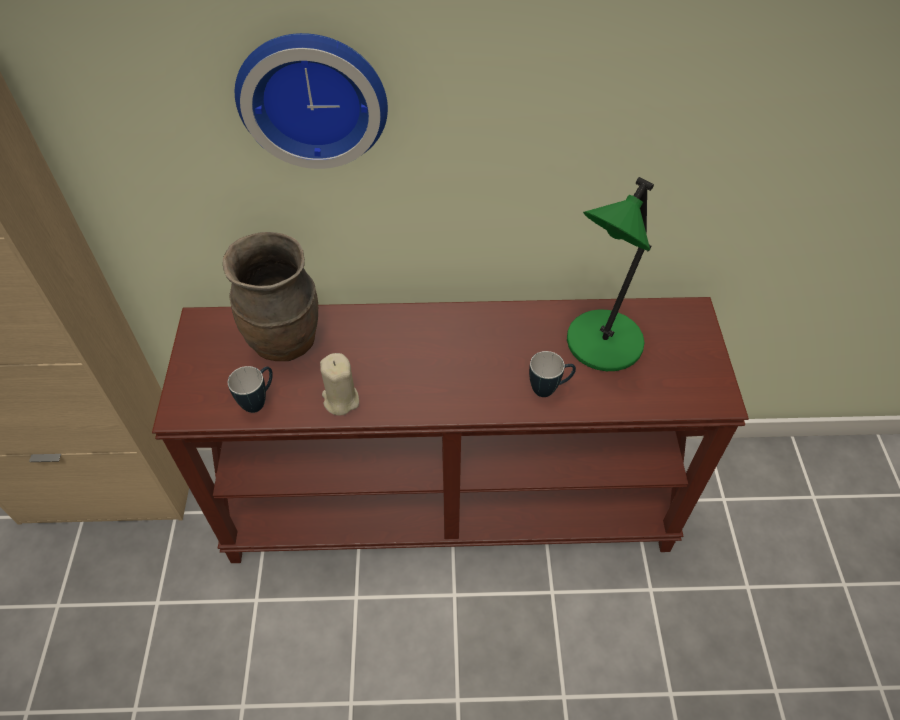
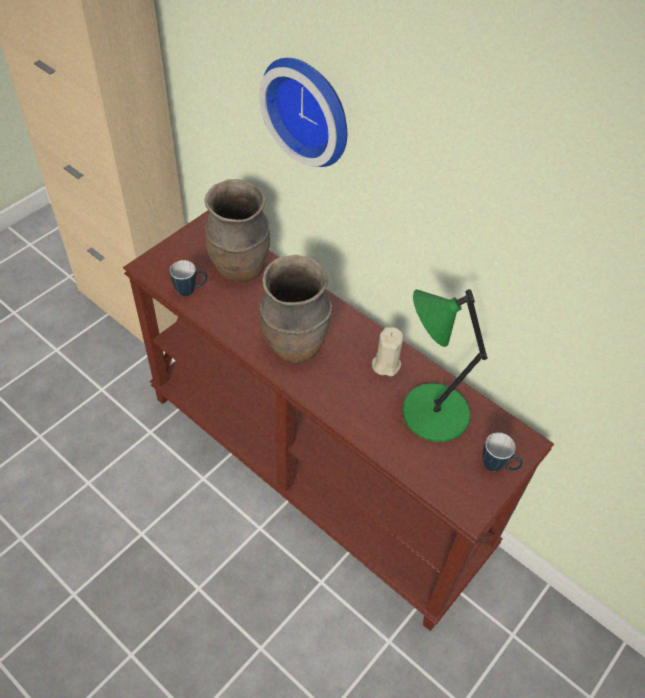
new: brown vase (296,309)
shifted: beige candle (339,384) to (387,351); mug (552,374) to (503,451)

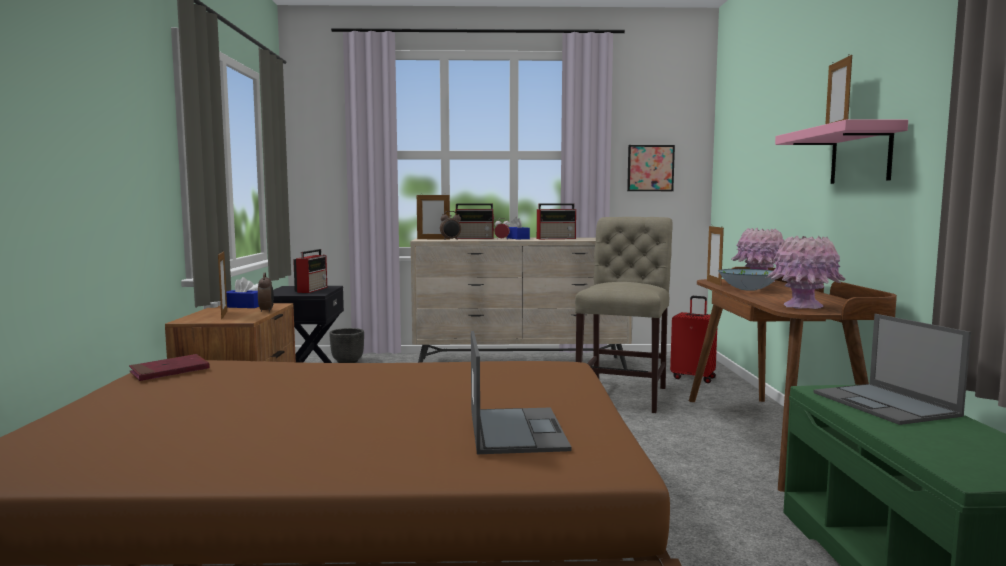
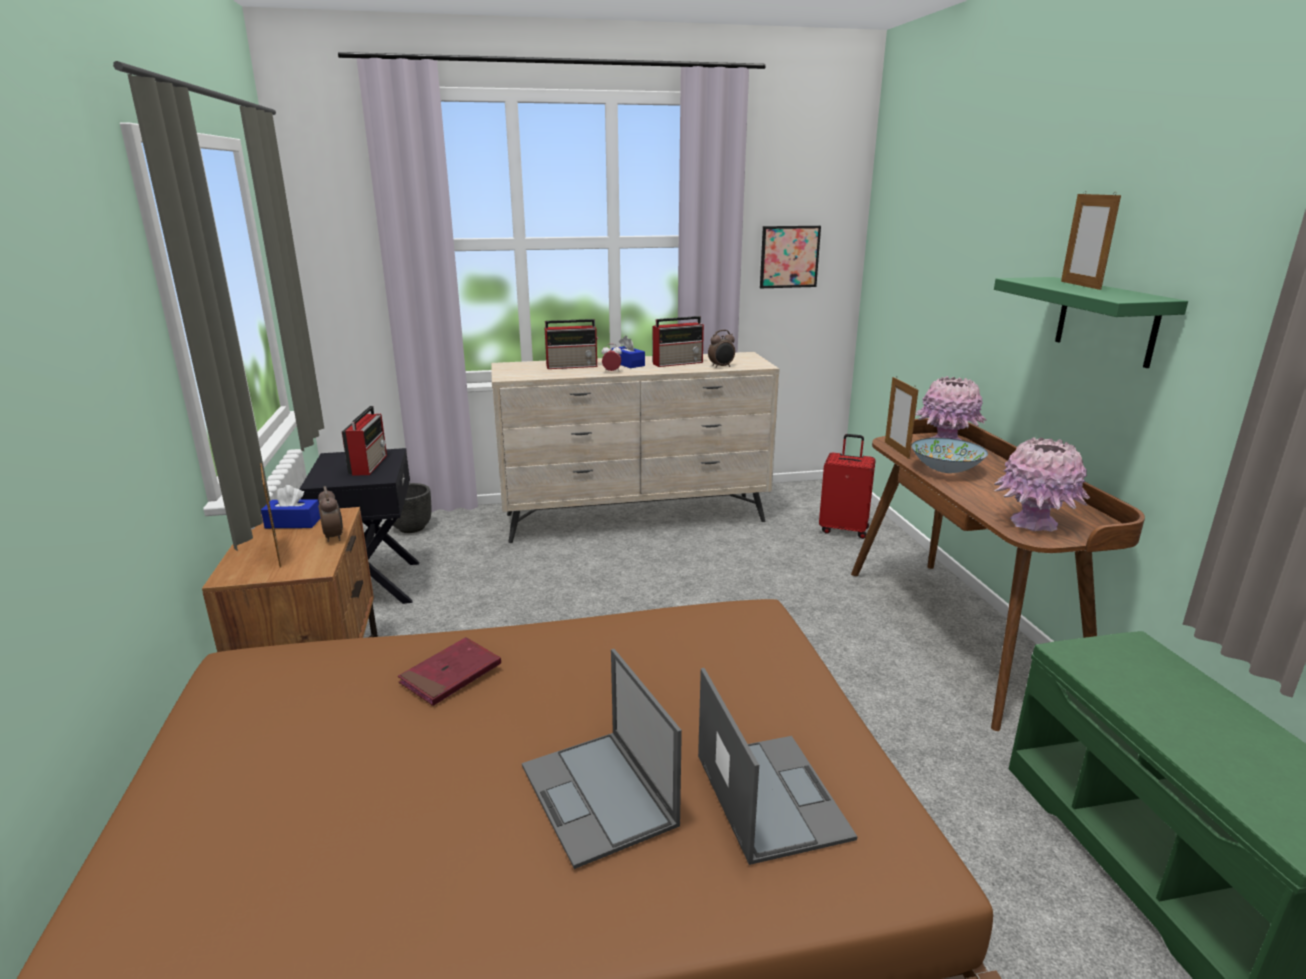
gone: picture frame (433,216); beige chair (624,315)
shifted: red book (169,367) to (449,671); laptop (892,369) to (602,759); alarm clock (450,225) to (721,349)
repainted: pink shelf (841,151) to green shelf (1091,322)

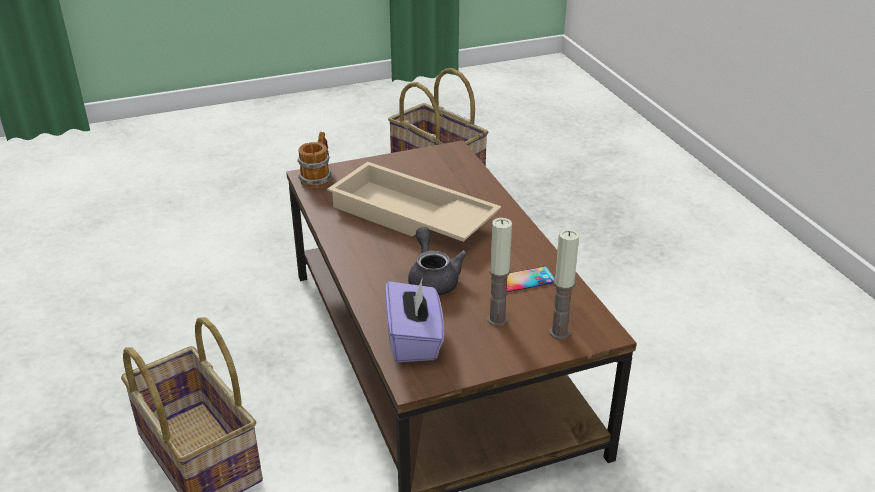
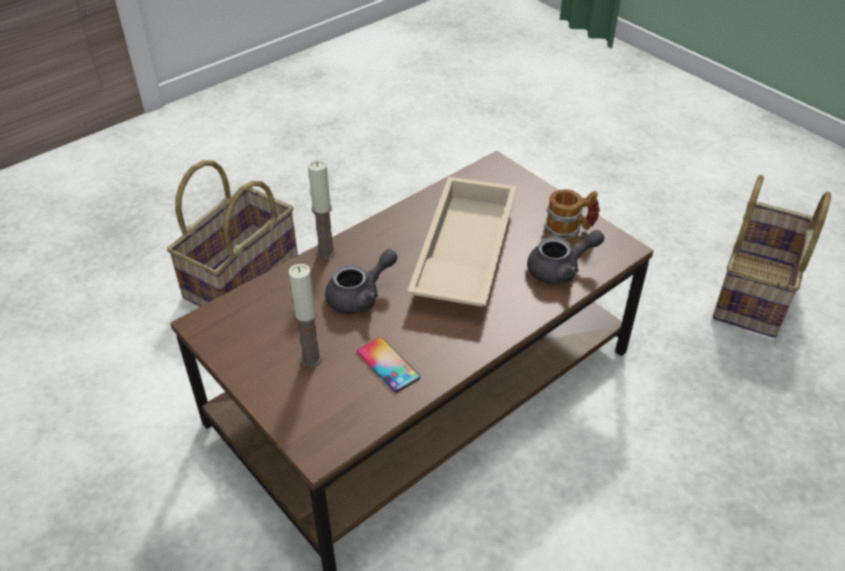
gone: purple tissue box (414,319)
new: grey teapot (565,257)
shifted: candle (564,284) to (322,209); mug (314,160) to (572,215)

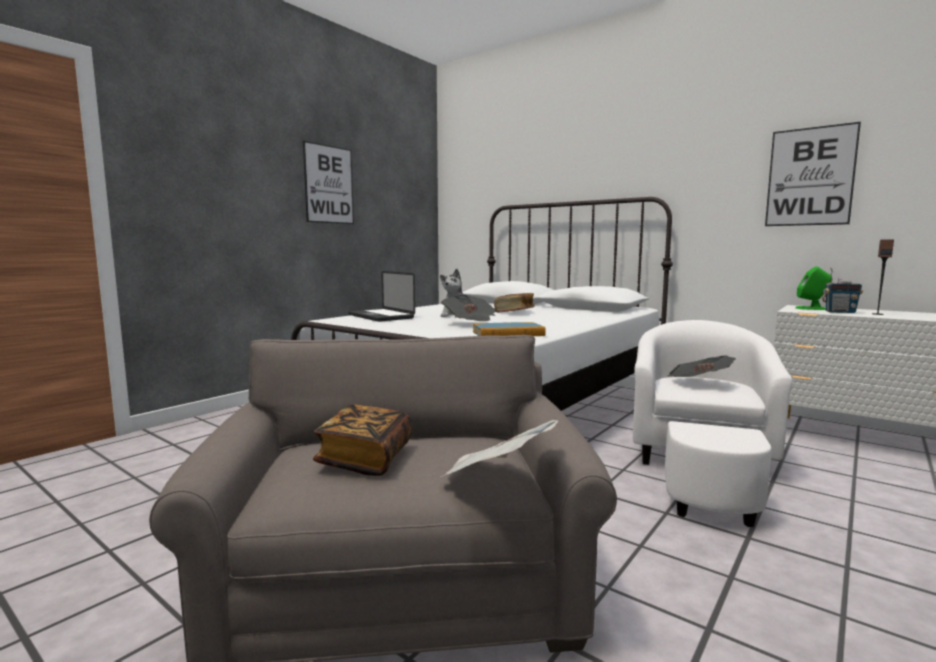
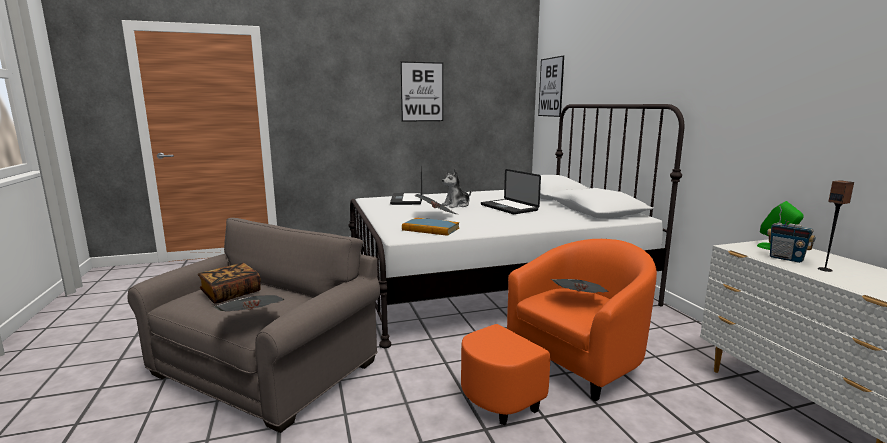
shifted: picture (813,174) to (551,86)
swapped: book (514,303) to laptop (511,191)
repainted: white armchair (713,423) to orange armchair (559,332)

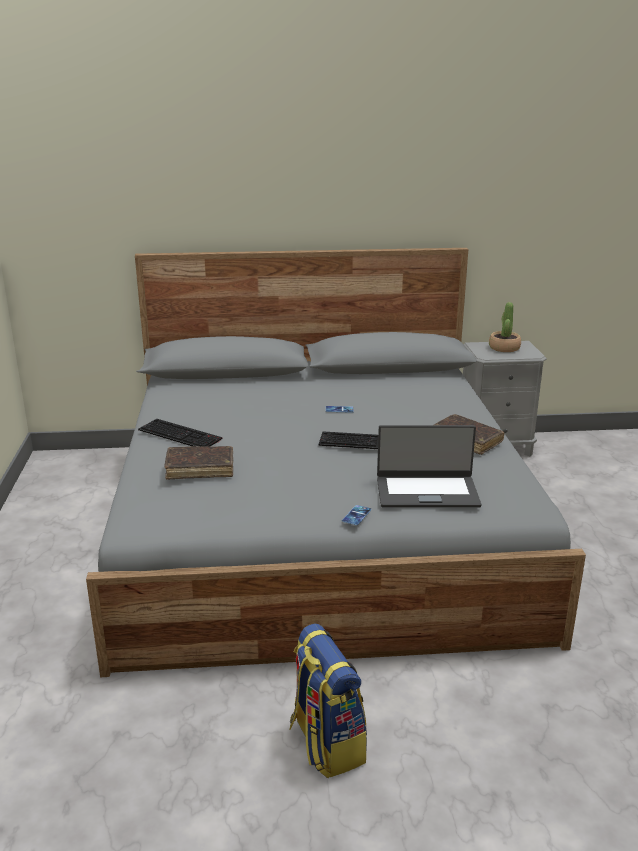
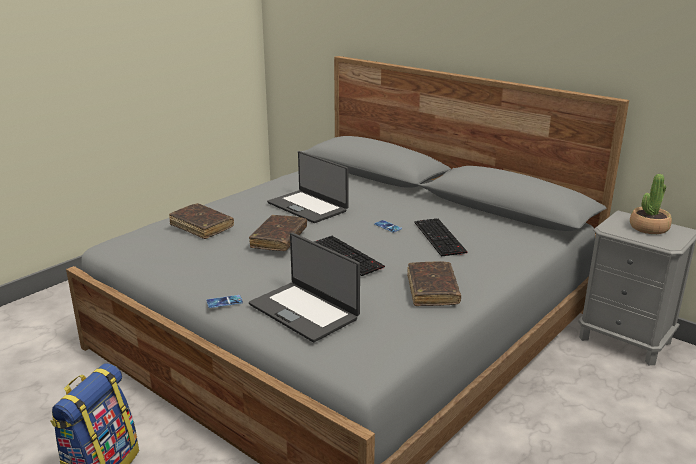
new: brown book (278,233); laptop (307,187)
shifted: keyboard (180,433) to (441,237)

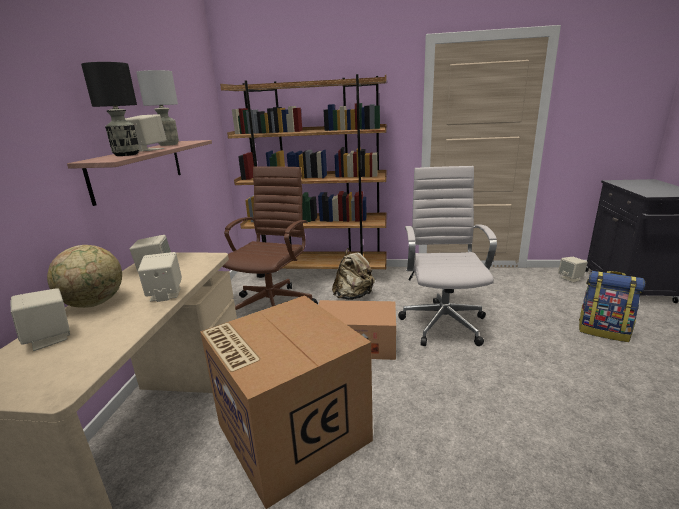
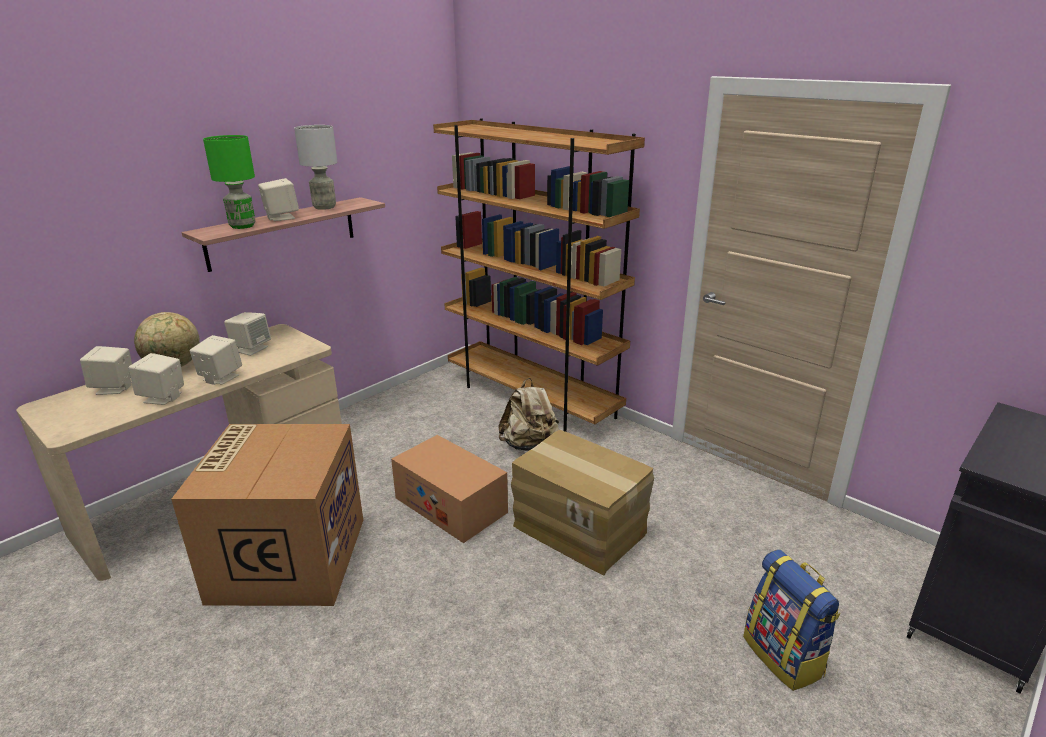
gone: brown office chair (270,238)
shifted: beige speaker (573,270) to (156,379)
swapped: white office chair (447,256) to cardboard box (582,502)
repainted: black table lamp (110,109) to green table lamp (229,182)

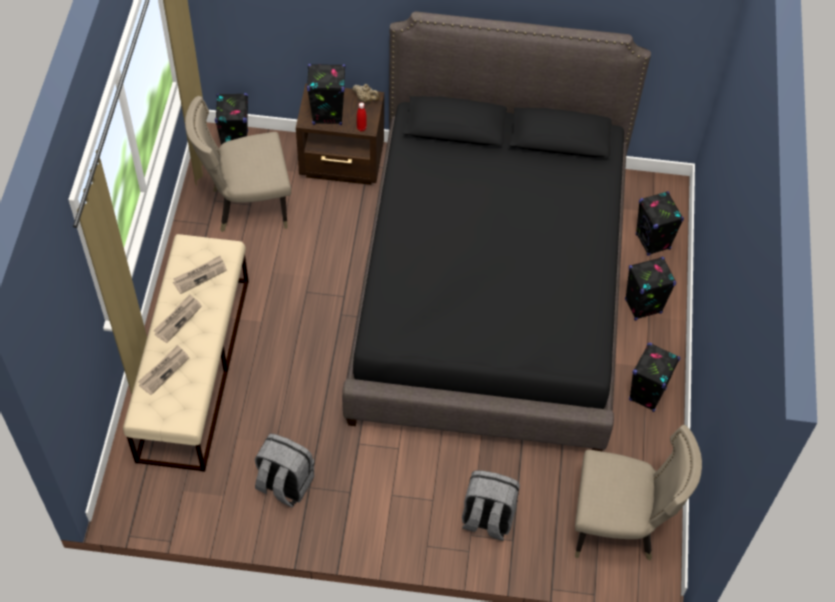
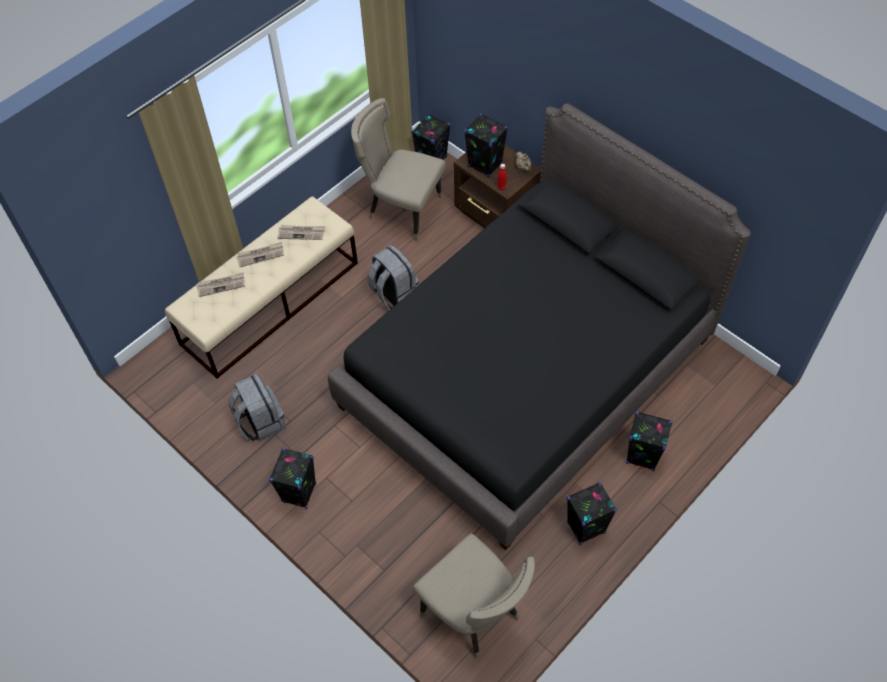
shifted: black speaker (660,223) to (293,478); grey backpack (491,505) to (393,277)

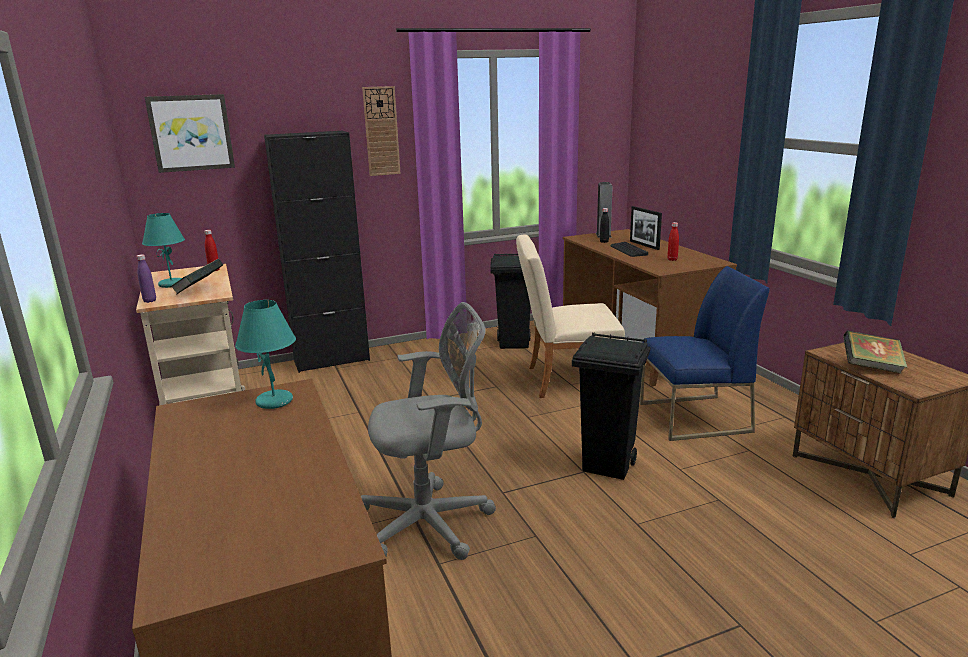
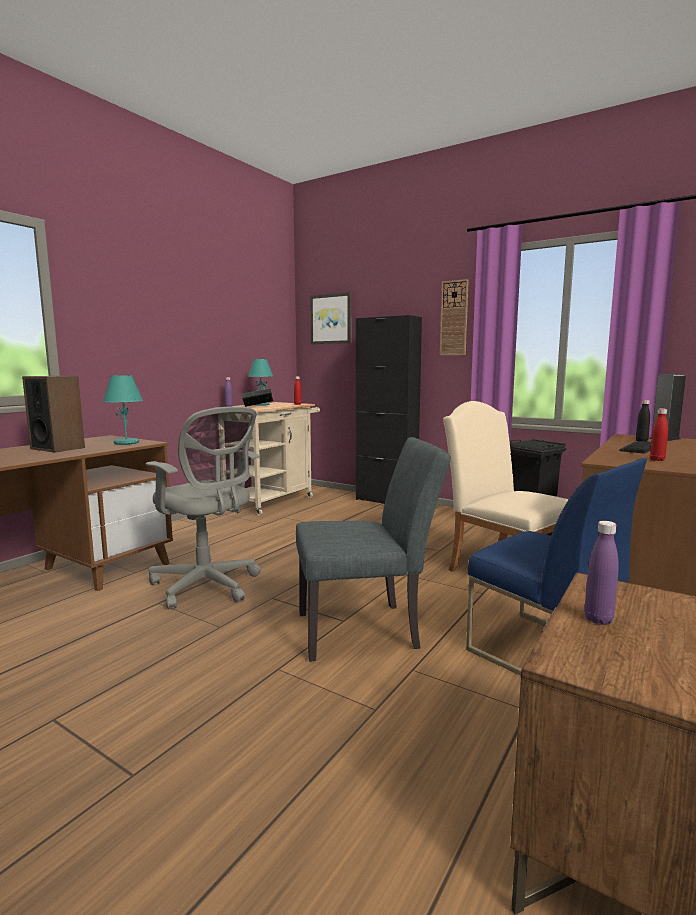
gone: picture frame (646,228)
new: speaker (53,414)
swapped: black trash can (611,406) to grey chair (373,549); book (875,352) to purple bottle (601,573)

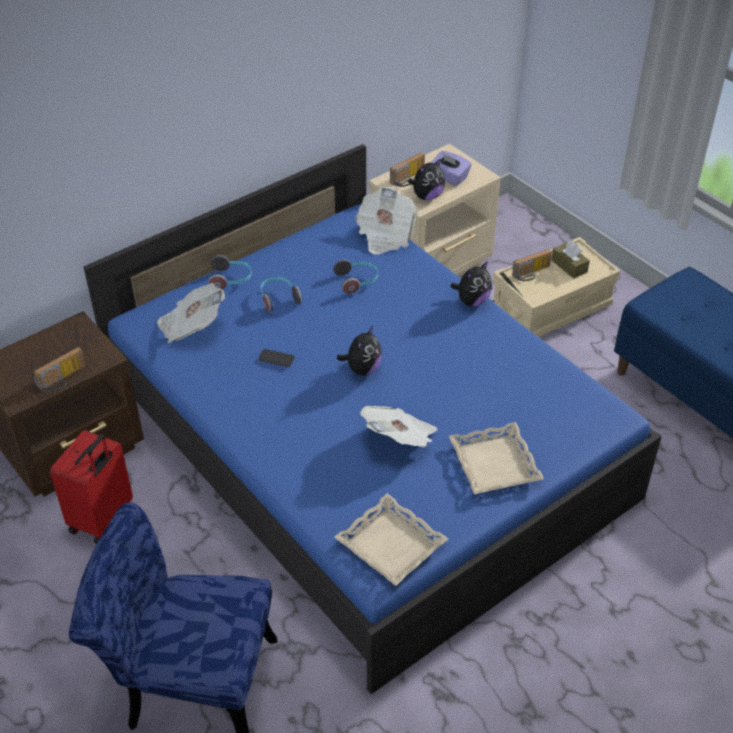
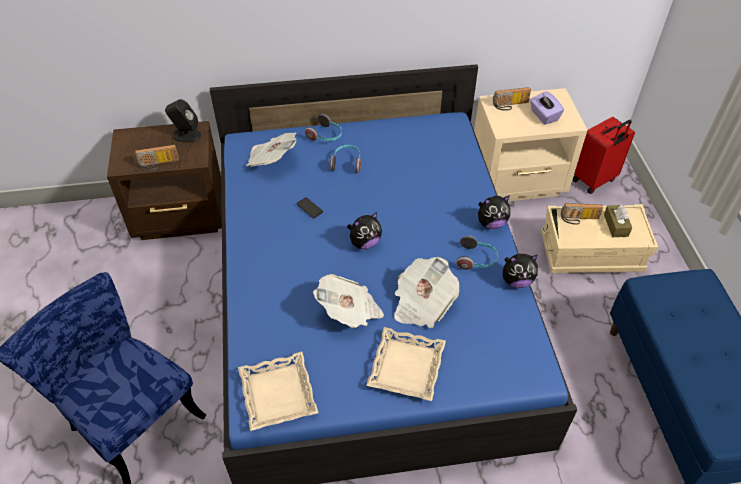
new: black speaker (183,120)
shifted: newspaper (386,220) to (426,292); headphones (355,276) to (477,253); plush toy (426,179) to (520,271); red suitcase (91,487) to (604,155)

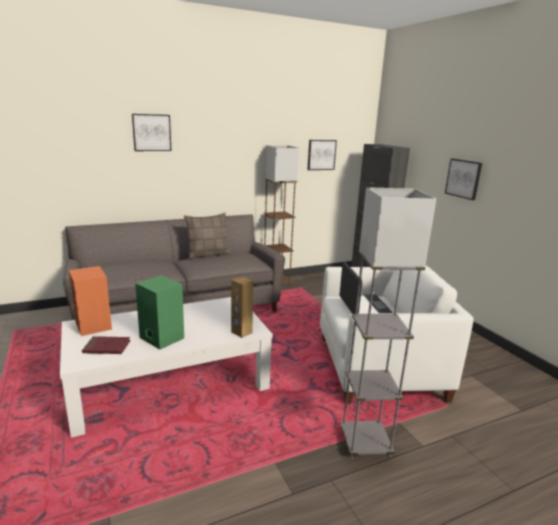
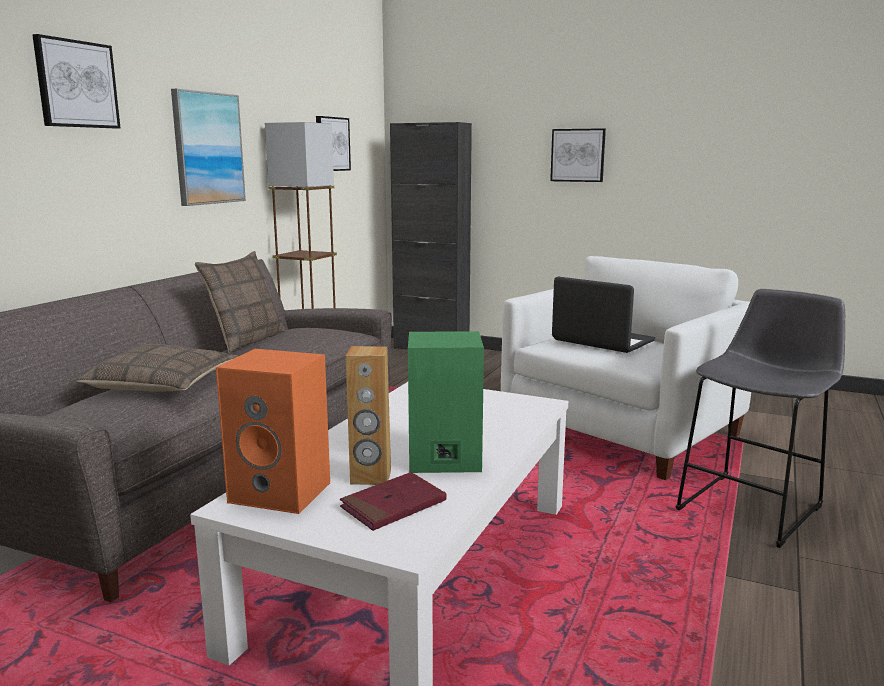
new: pillow (157,367); picture (208,147)
shifted: brown speaker (242,307) to (368,415)
swapped: grey floor lamp (388,323) to grey stool (760,418)

